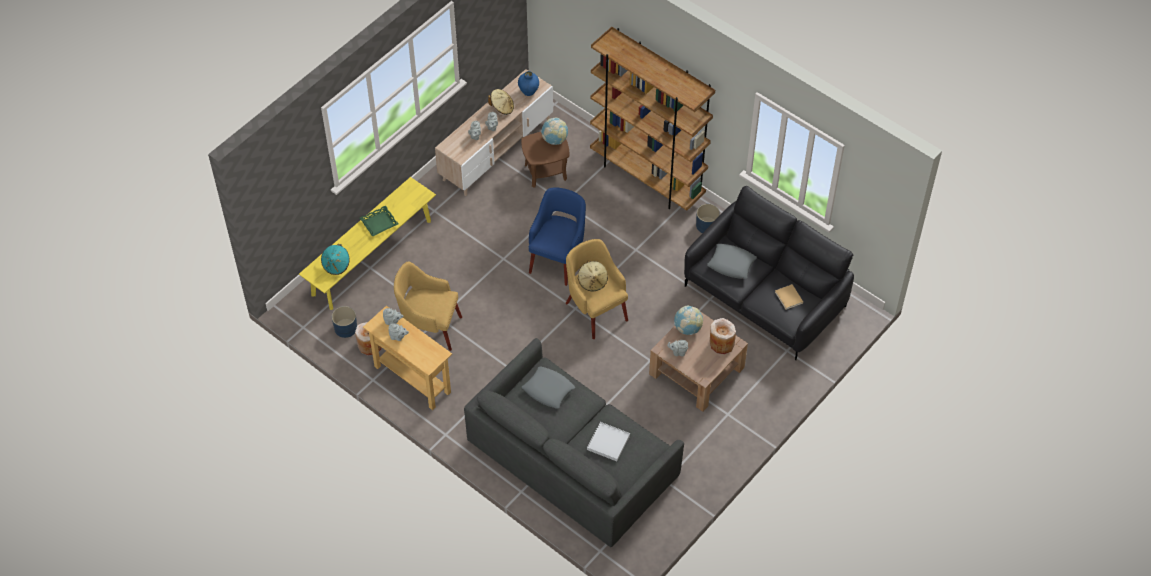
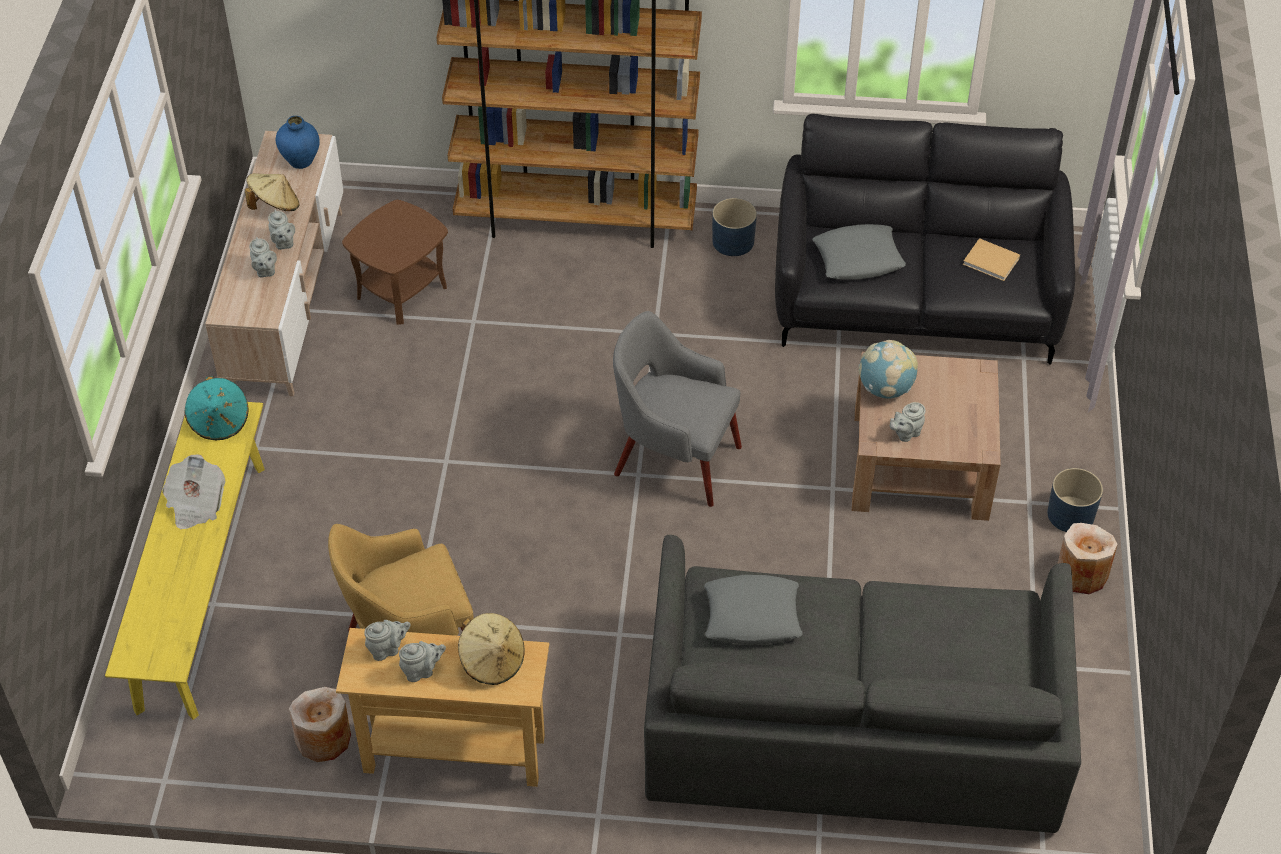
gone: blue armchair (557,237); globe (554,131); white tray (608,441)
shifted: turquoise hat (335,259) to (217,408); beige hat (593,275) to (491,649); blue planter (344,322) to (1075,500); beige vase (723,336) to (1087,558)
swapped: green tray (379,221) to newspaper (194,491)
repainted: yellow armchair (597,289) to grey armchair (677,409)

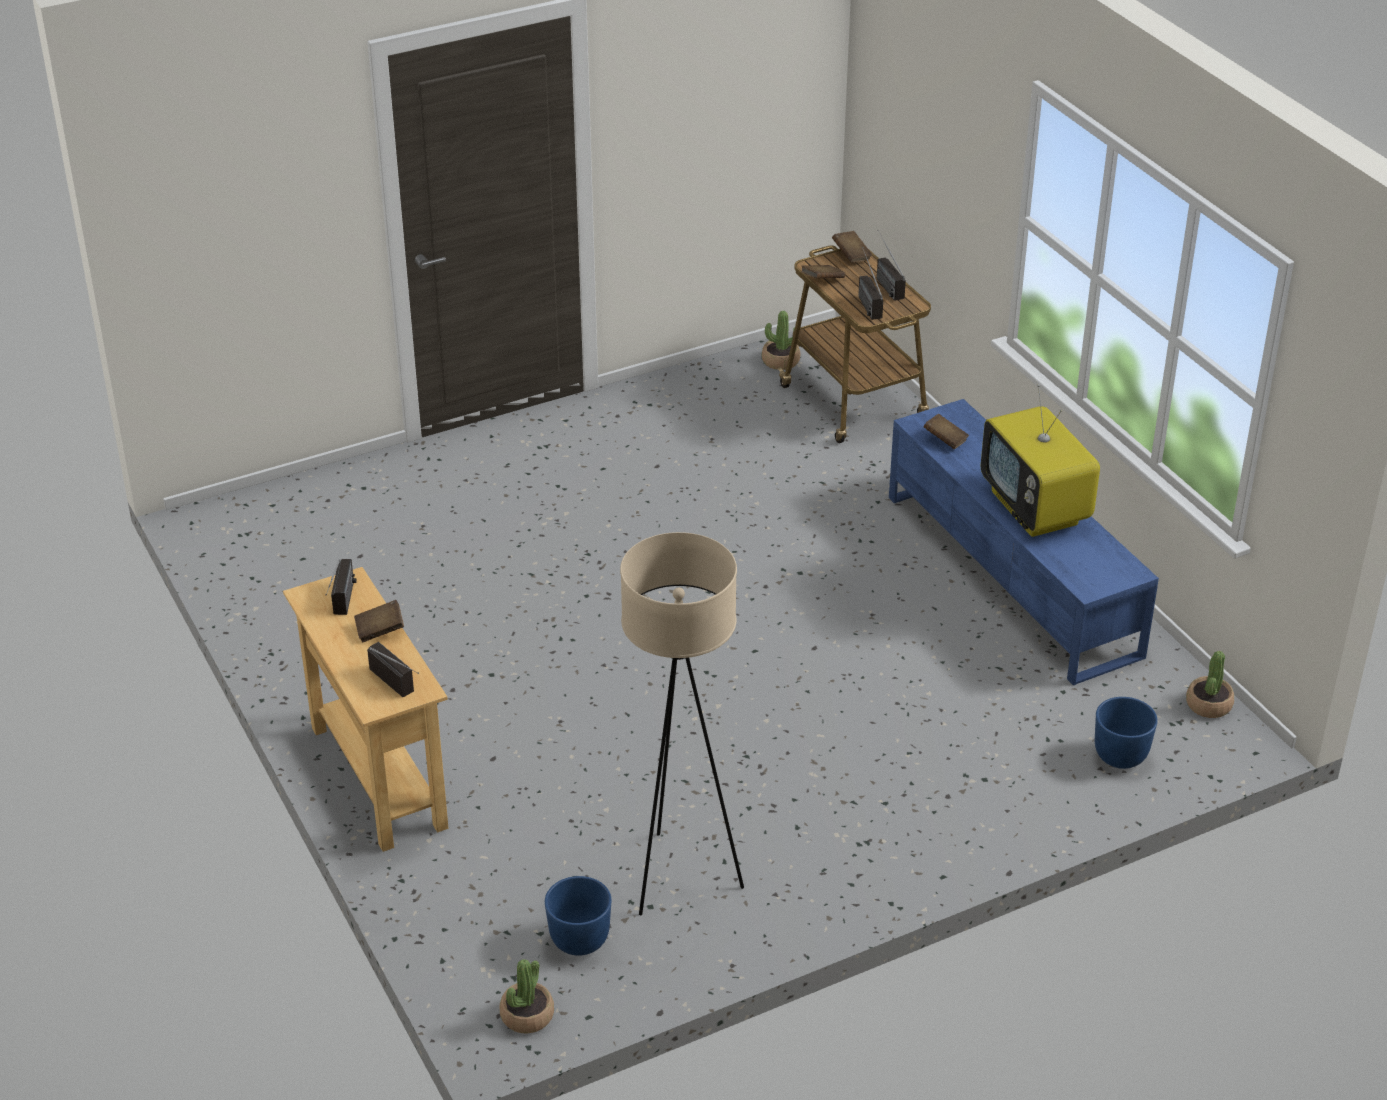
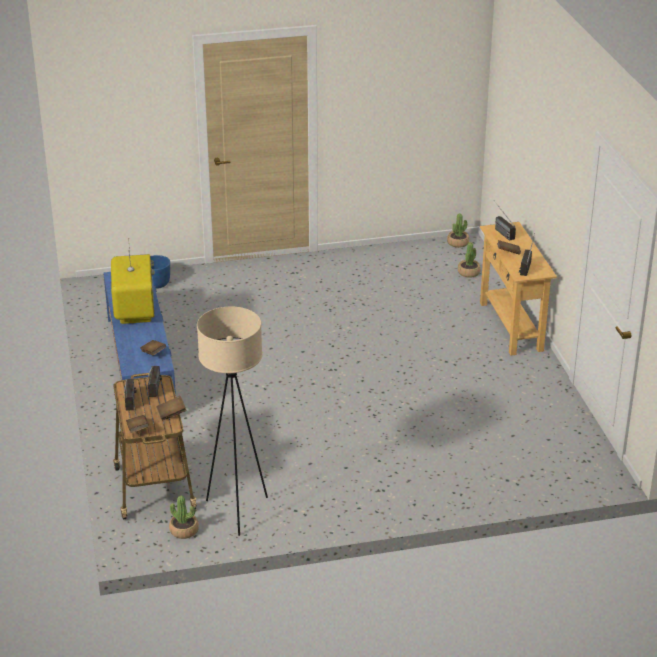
gone: blue planter (578,916)
shifted: beige floor lamp (682,723) to (232,421); potted plant (1210,684) to (469,260)

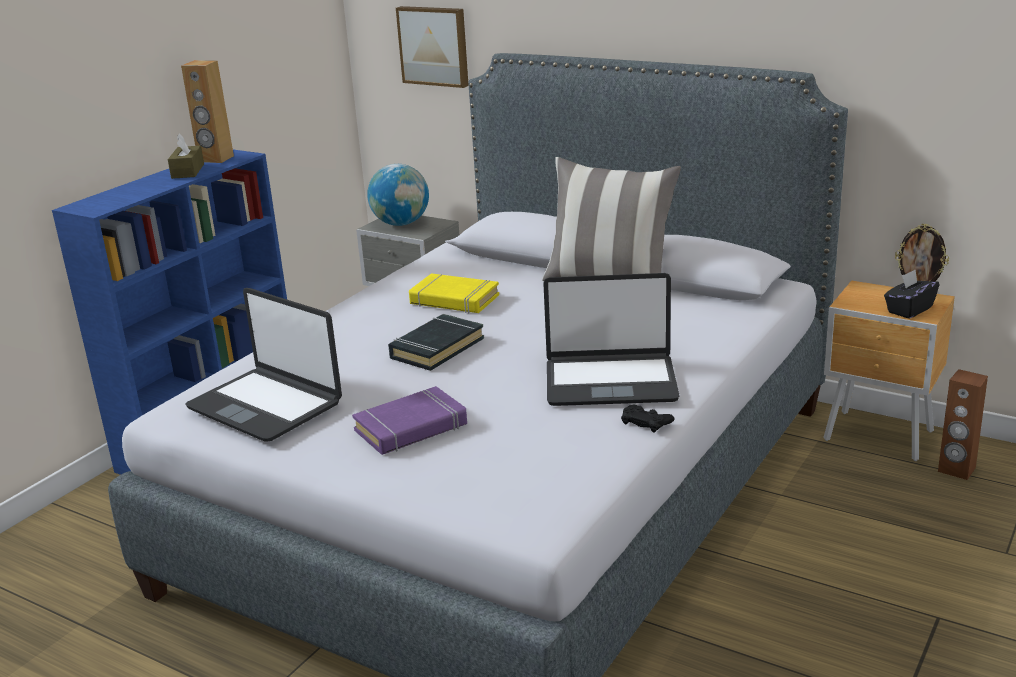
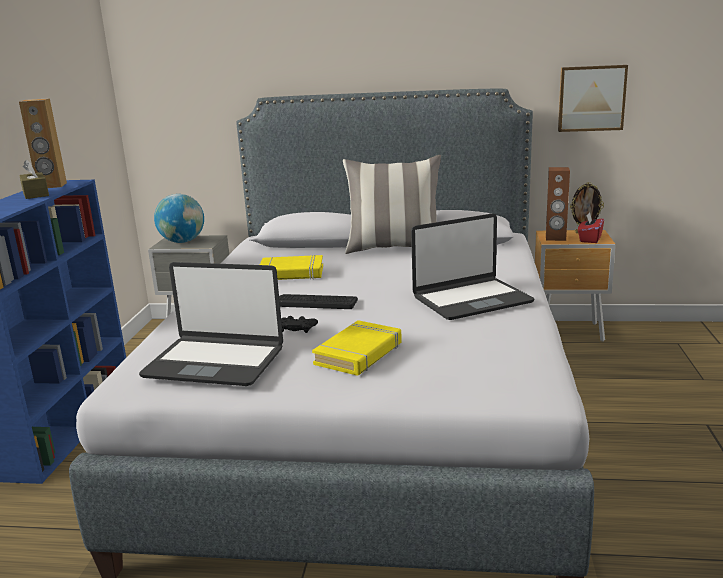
shifted: black game controller (647,419) to (299,324); brown speaker (963,424) to (558,204); picture (432,47) to (593,98)
swapped: black book (436,342) to keyboard (318,301)
repainted: purple book (409,420) to yellow book (357,348); black tissue box (911,293) to red tissue box (591,227)

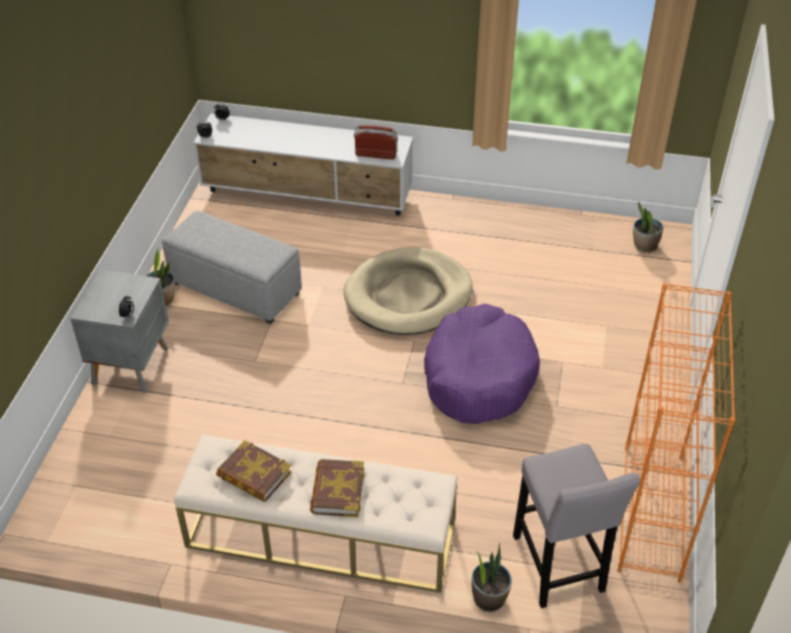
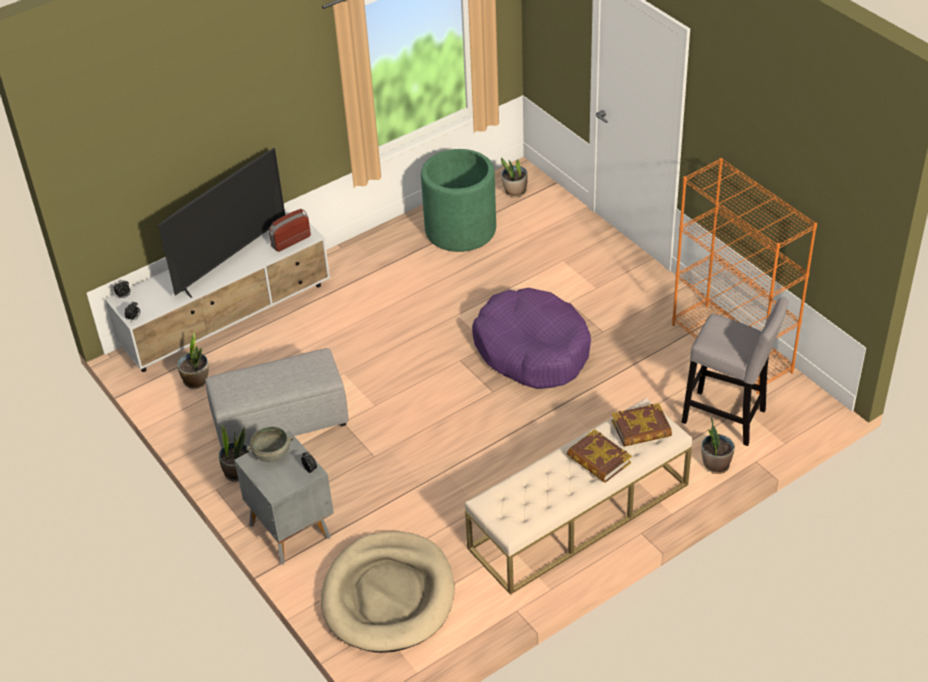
new: television (221,223); potted plant (192,360); grey bowl (270,444); green planter (458,200)
shifted: beige dog bed (408,291) to (387,592); book (254,471) to (642,425)

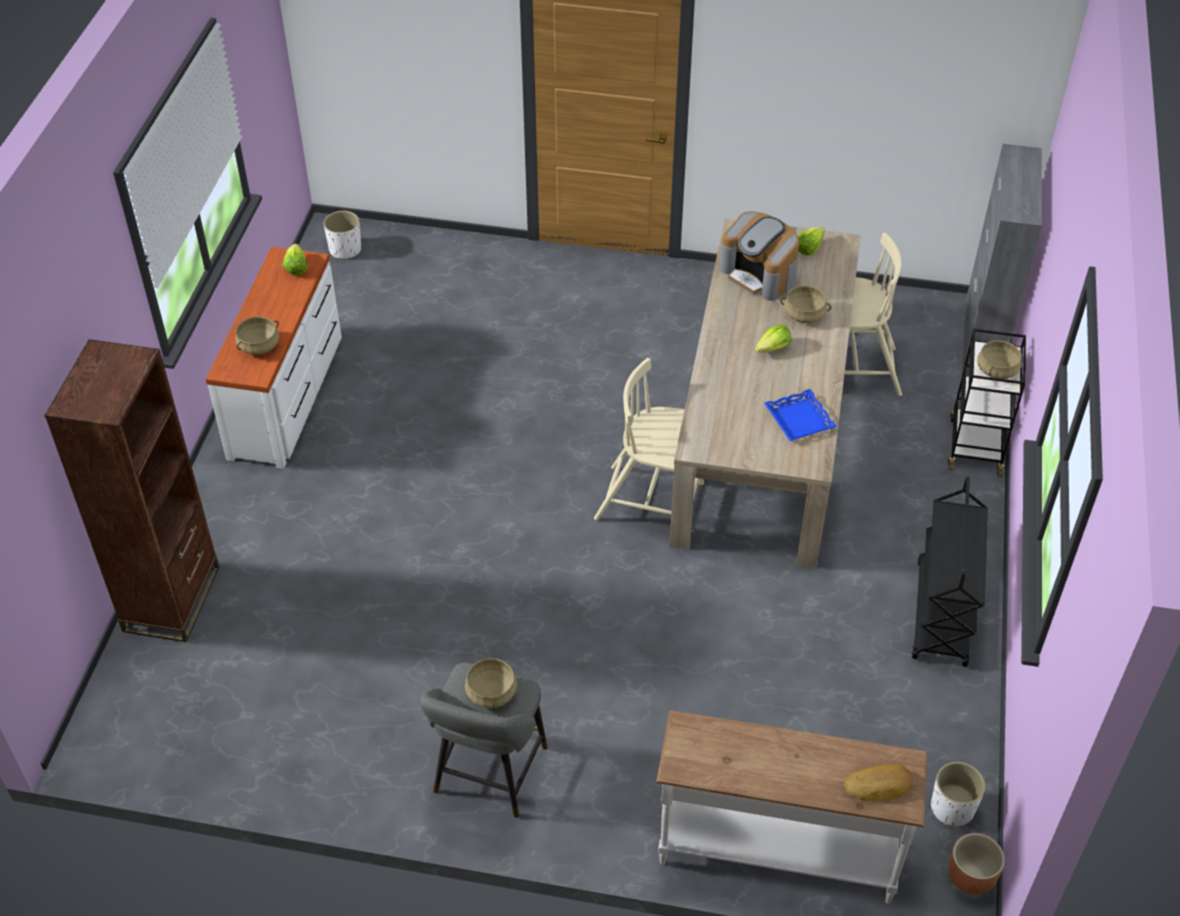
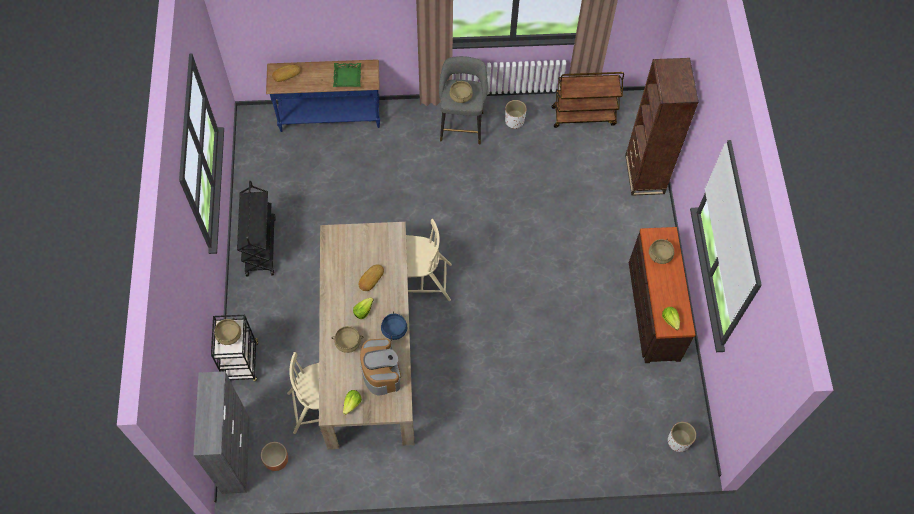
gone: blue tray (800,415)
new: green tray (347,75); bread (371,277); blue cooking pot (394,326); brown cart (587,100)
shifted: brown planter (976,864) to (274,456); white planter (958,794) to (516,114)
repainted: white console table (792,807) to blue console table (323,95); white dresser (273,358) to brown dresser (662,295)
rotated: coffee machine (759,256) = (380,367) 45 degrees clockwise

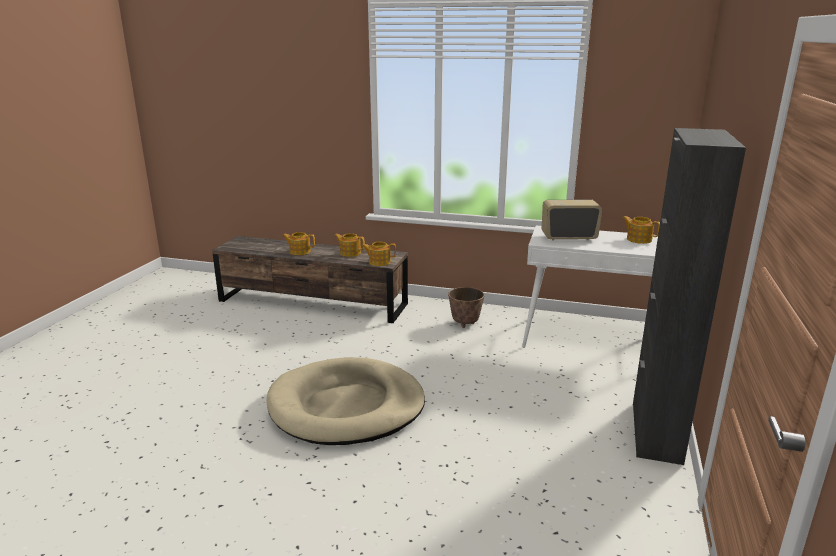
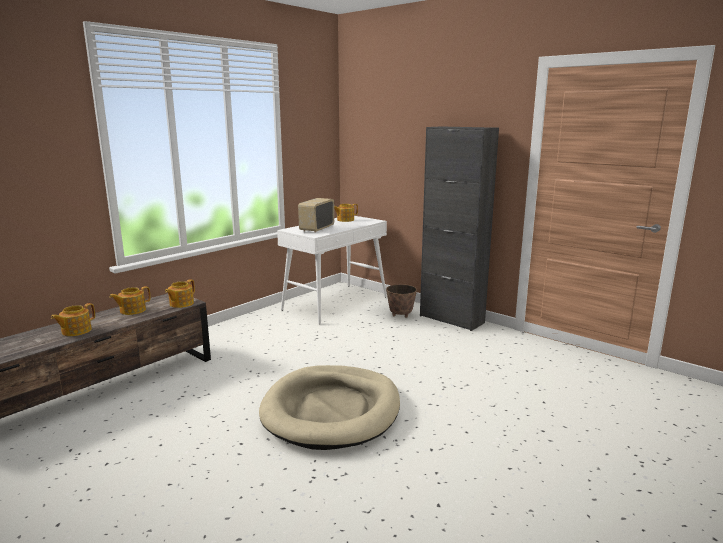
shifted: planter (466,307) to (401,301)

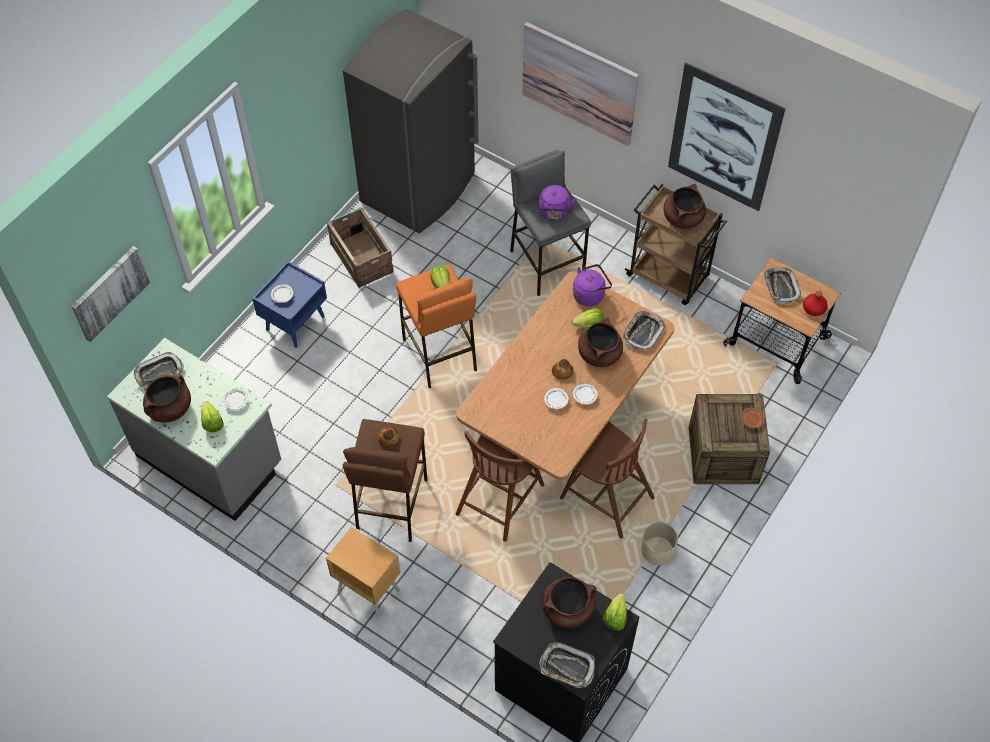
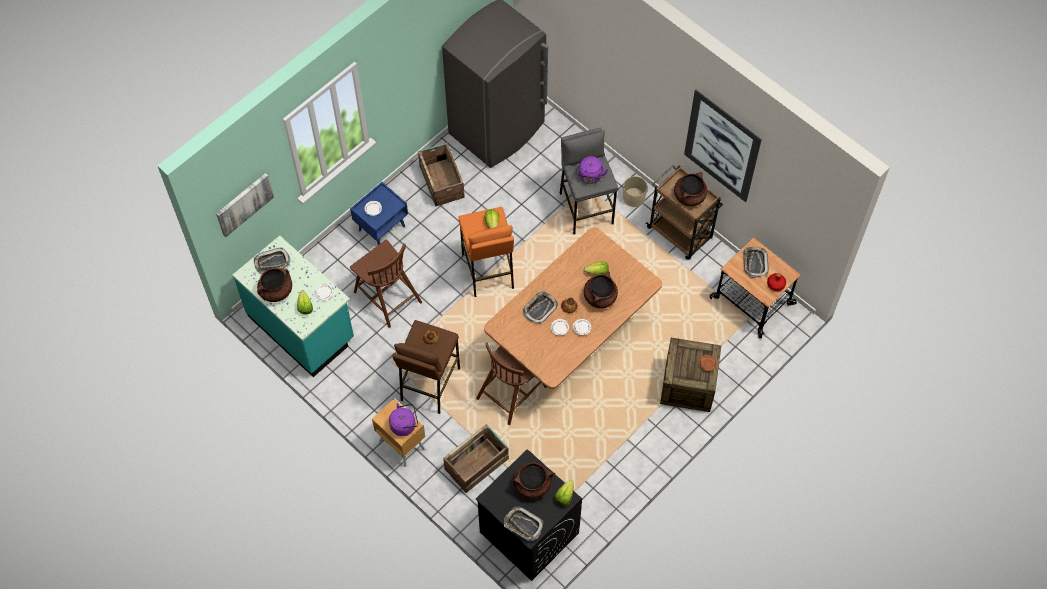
gone: picture (580,84)
new: crate (476,458)
shifted: brown chair (607,479) to (386,284); purple kettle (592,285) to (403,419); tray (644,330) to (540,307); beige planter (659,544) to (635,191)
repainted: grey counter (194,429) to turquoise counter (293,306)

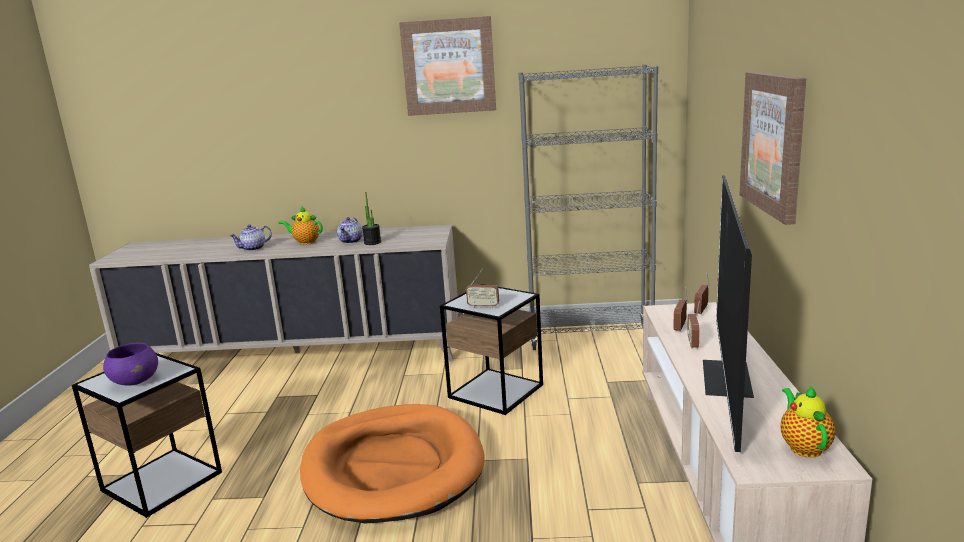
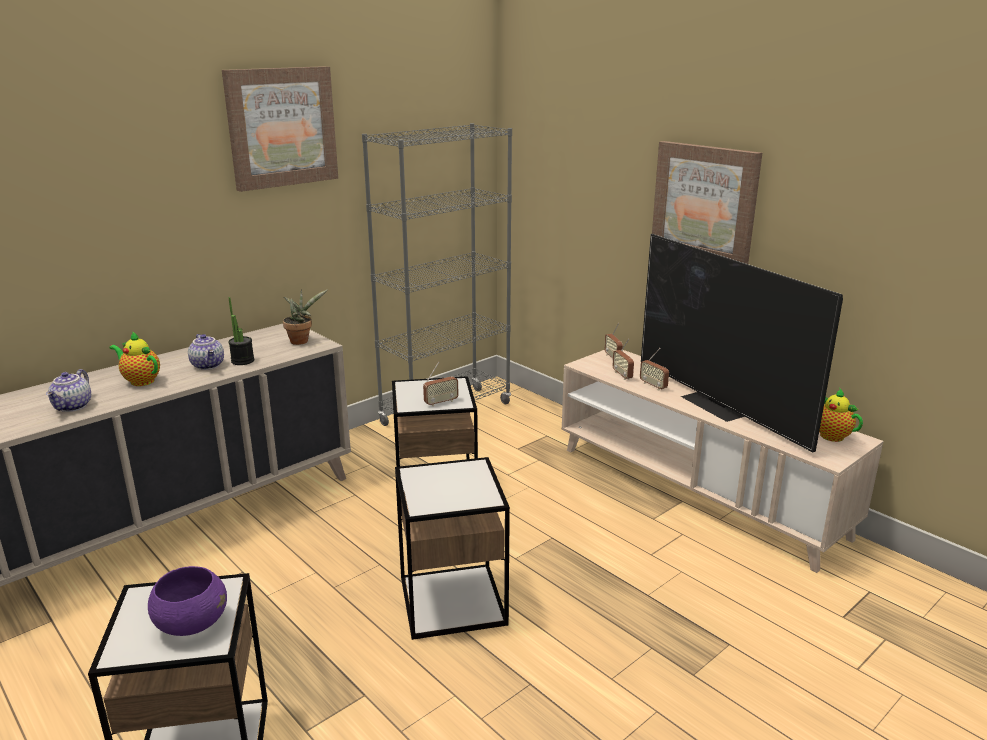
new: potted plant (305,317)
swapped: orange dog bed (392,464) to side table (452,548)
rotated: teapot (301,225) = (134,358) 60 degrees clockwise

